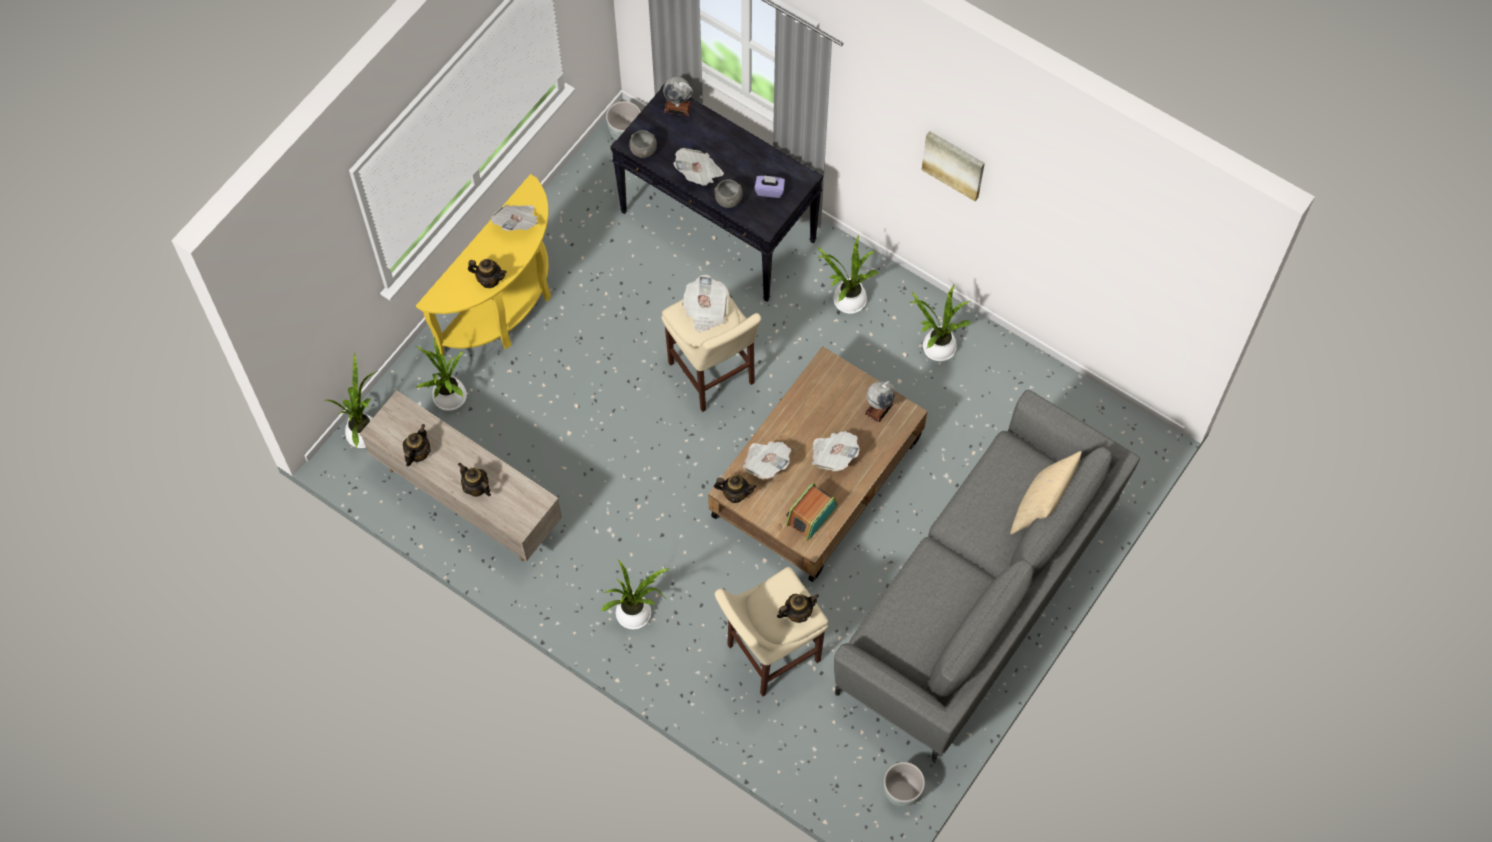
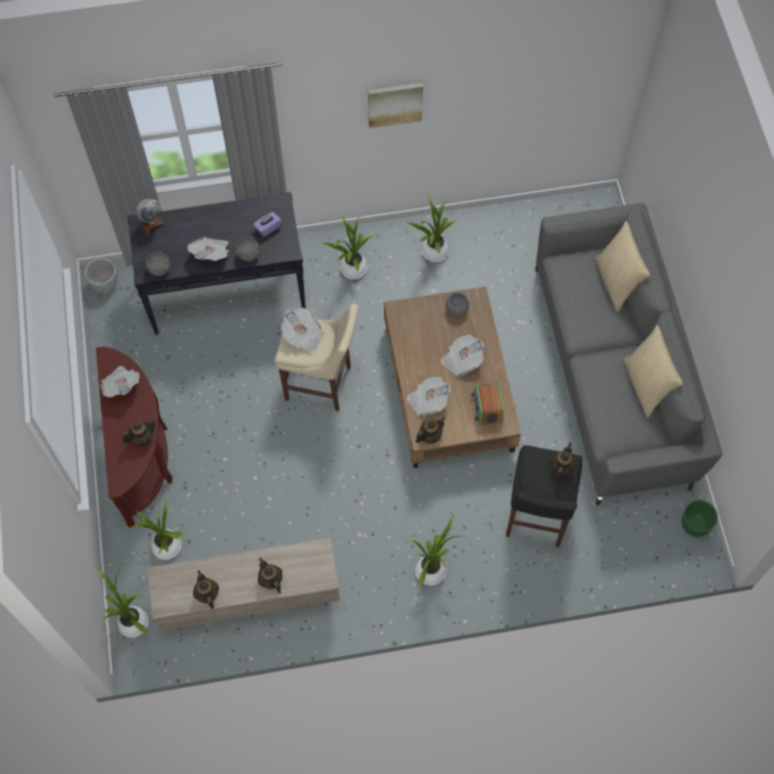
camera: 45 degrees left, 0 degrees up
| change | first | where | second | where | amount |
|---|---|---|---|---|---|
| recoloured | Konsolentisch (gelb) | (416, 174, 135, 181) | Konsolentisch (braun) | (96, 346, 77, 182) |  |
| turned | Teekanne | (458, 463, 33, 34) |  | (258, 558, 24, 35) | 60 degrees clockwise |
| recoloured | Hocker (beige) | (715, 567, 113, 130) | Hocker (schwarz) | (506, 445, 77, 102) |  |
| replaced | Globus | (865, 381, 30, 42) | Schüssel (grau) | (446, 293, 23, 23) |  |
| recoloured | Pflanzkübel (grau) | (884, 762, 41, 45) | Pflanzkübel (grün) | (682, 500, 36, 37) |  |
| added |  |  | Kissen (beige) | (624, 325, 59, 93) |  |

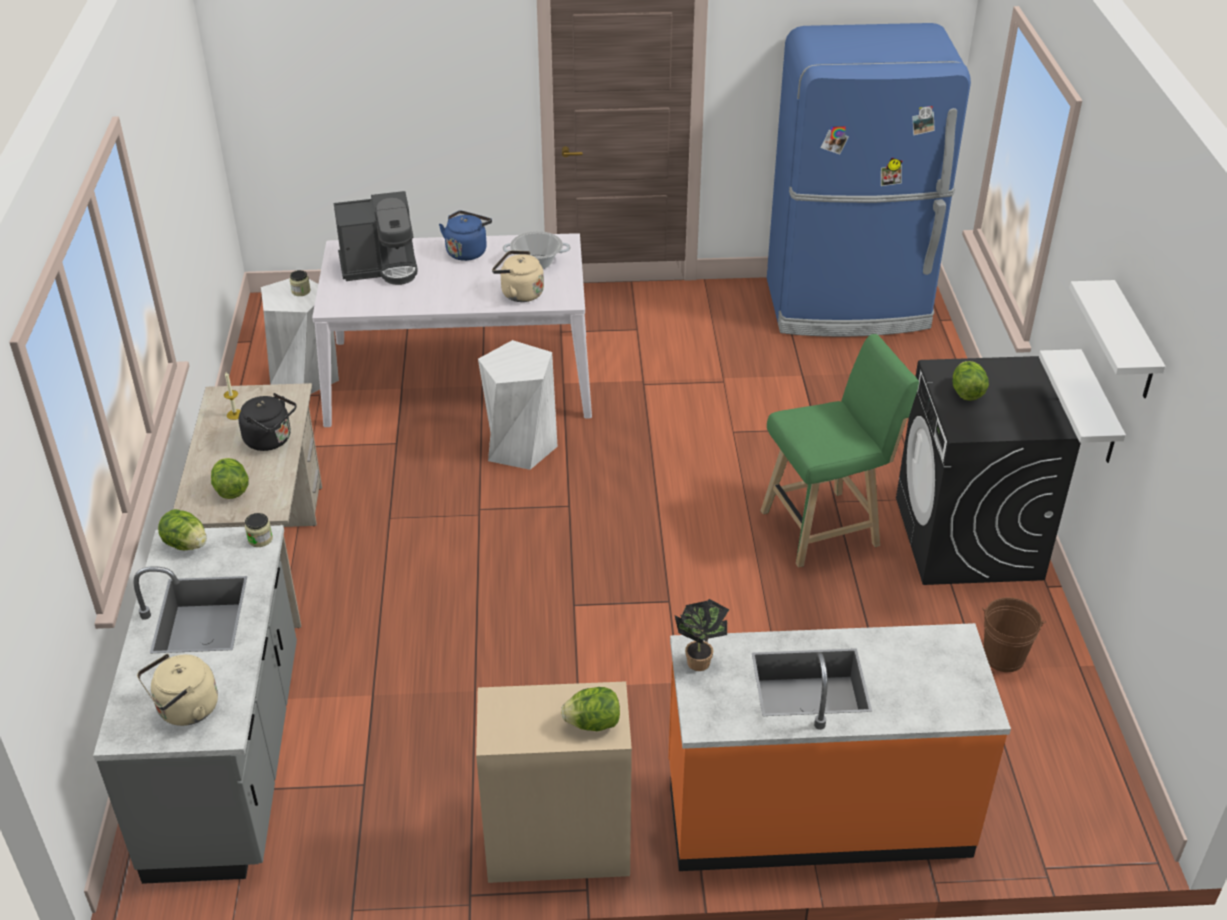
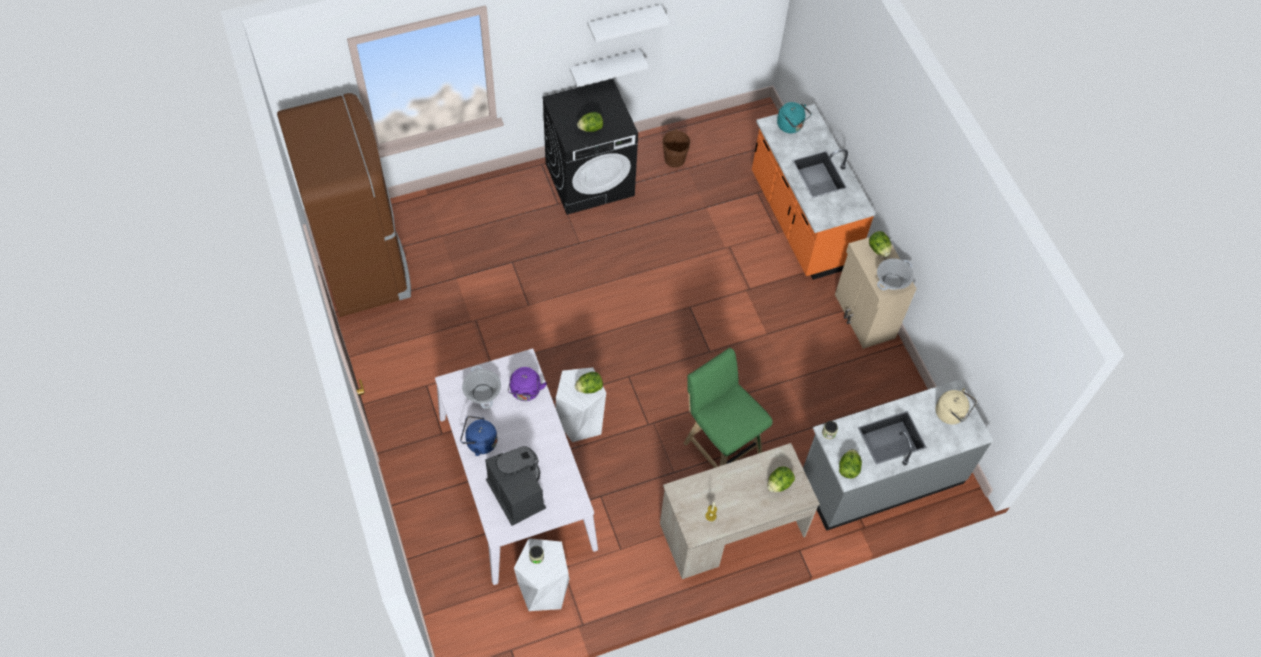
camera: 110 degrees left, 20 degrees up
| change | first | where | second | where | amount |
|---|---|---|---|---|---|
| removed | Wasserkessel (schwarz) | (238, 393, 59, 58) |  |  |  |
| recoloured | Wasserkessel (beige) | (492, 250, 52, 52) | Wasserkessel (lila) | (508, 367, 39, 34) |  |
| removed | Topfpflanze | (674, 599, 55, 72) |  |  |  |
| moved | Hocker (grün) | (761, 334, 158, 233) |  | (684, 348, 89, 120) |  |
| recoloured | Kühlschrank (blau) | (767, 23, 204, 314) | Kühlschrank (braun) | (277, 93, 134, 224) |  |
| added |  |  | Salatkopf | (575, 372, 28, 22) |  |
| added |  |  | Wasserkessel (türkis) | (777, 102, 35, 31) |  |
| added |  |  | Kochtopf | (877, 258, 37, 32) |  |

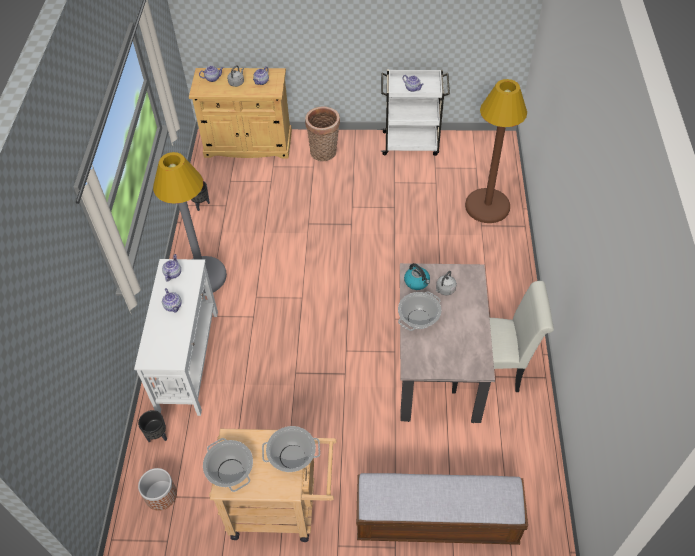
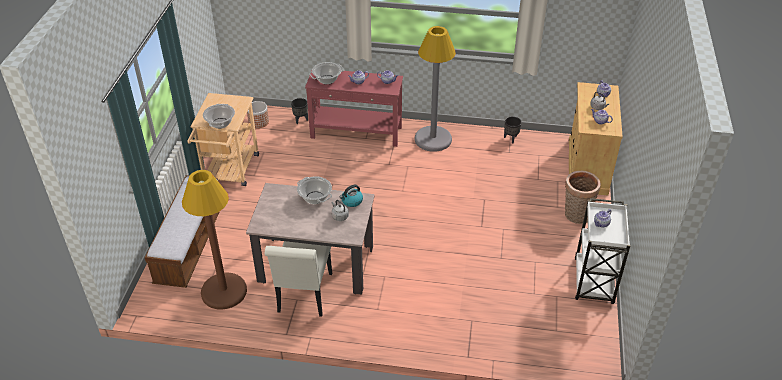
camera: 95 degrees right, 10 degrees down
| change | first | where | second | where | amount |
|---|---|---|---|---|---|
| recoloured | Konsolentisch (weiß) | (134, 259, 84, 157) | Konsolentisch (rot) | (305, 68, 98, 79) |  |
| moved | Kochtopf | (203, 438, 50, 54) |  | (309, 62, 35, 22) |  |
| moved | Stehlampe (braun) | (465, 79, 62, 144) |  | (182, 170, 65, 139) |  |

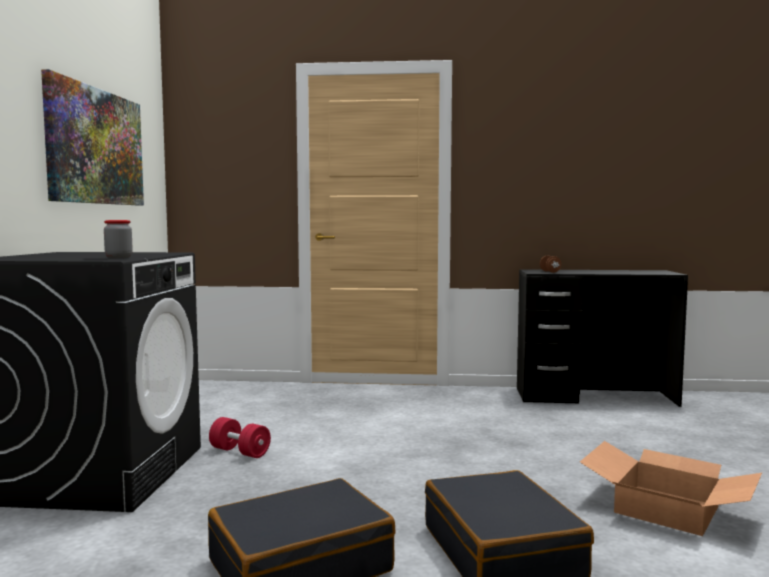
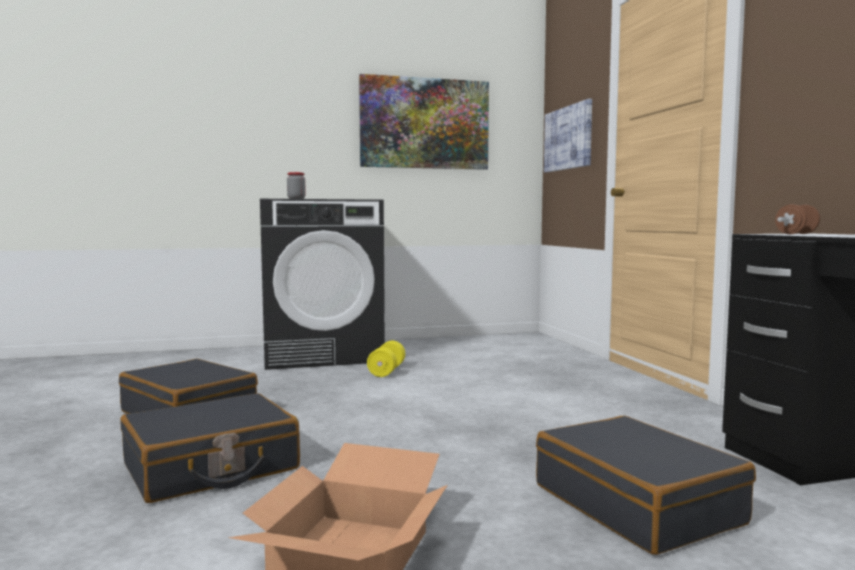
camera: 70 degrees right, 0 degrees up
| change | first | where | second | where | amount |
|---|---|---|---|---|---|
| recoloured | Hantel (rot) | (209, 417, 62, 41) | Hantel (gelb) | (367, 341, 38, 36) |  |
| added |  |  | Koffer (schwarz) | (536, 416, 220, 139) |  |
| added |  |  | Bild | (544, 99, 48, 73) |  |

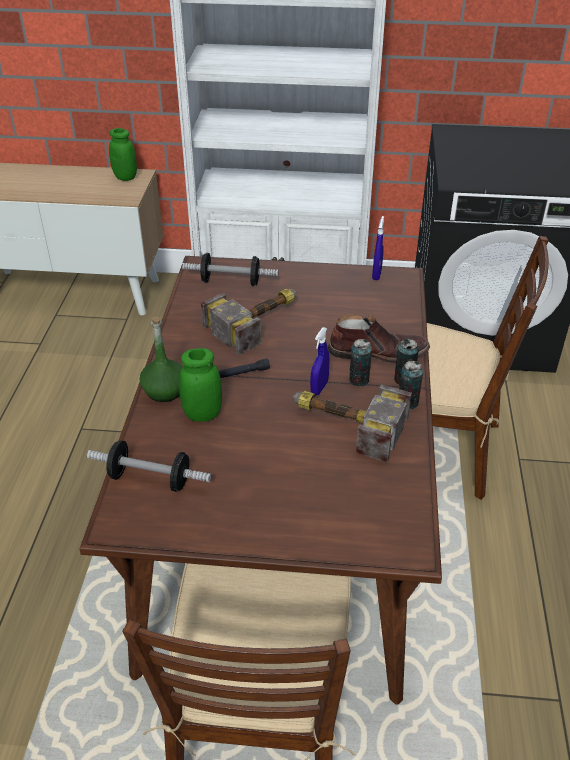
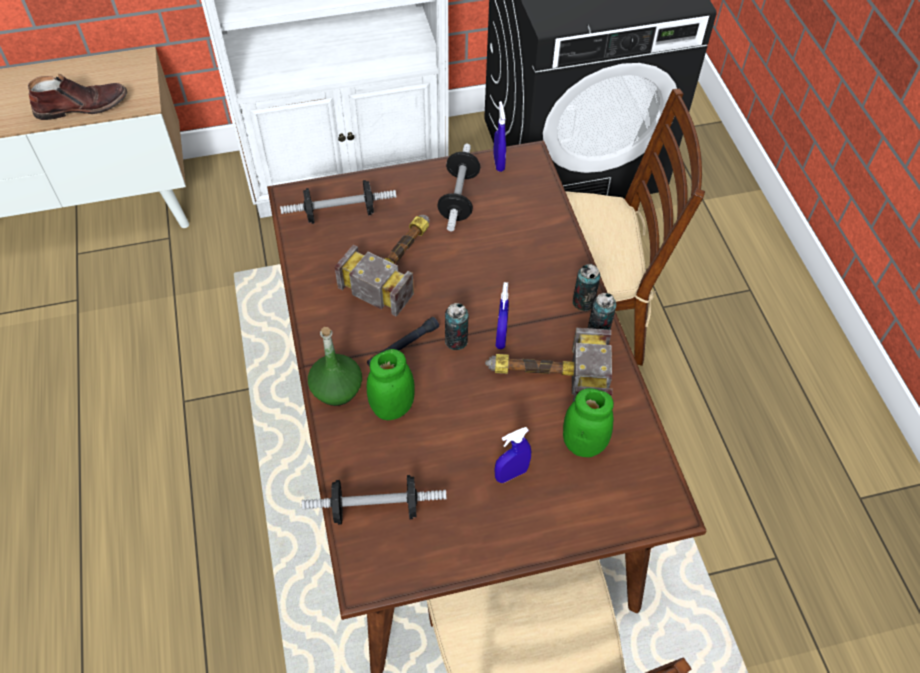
camera: 20 degrees left, 15 degrees up
| change | first | where | second | where | amount |
|---|---|---|---|---|---|
| moved | Vorratsglas (grün) | (109, 128, 28, 53) |  | (563, 388, 51, 69) |  |
| moved | Stiefel (braun) | (328, 314, 102, 49) |  | (28, 74, 99, 46) |  |
| moved | Dose | (349, 339, 23, 47) |  | (445, 303, 23, 47) |  |
| added |  |  | Hantel | (437, 144, 43, 87) |  |
| added |  |  | Sprühflasche (blau) | (494, 427, 37, 56) |  |

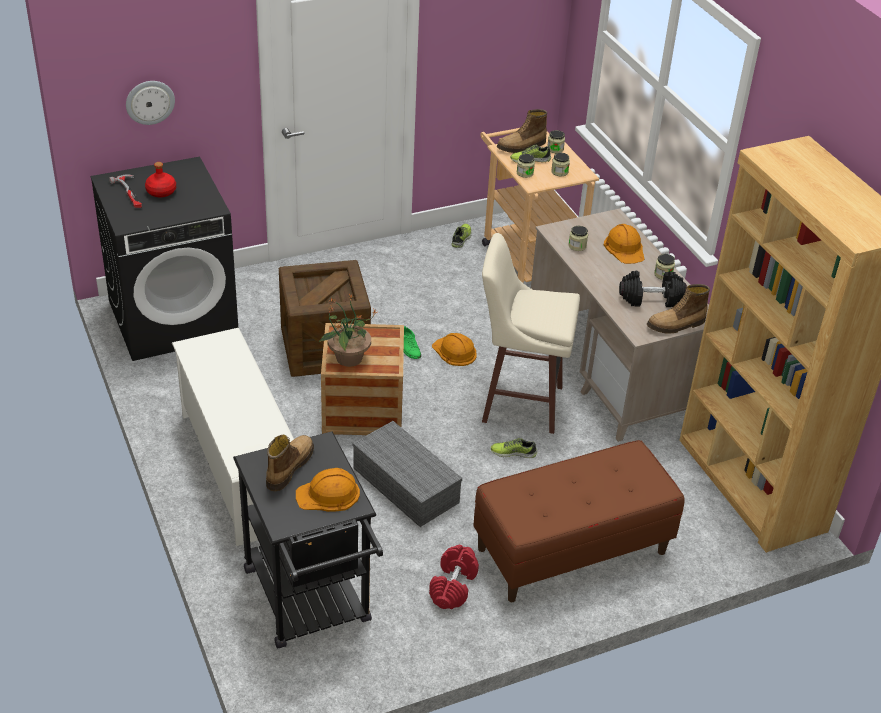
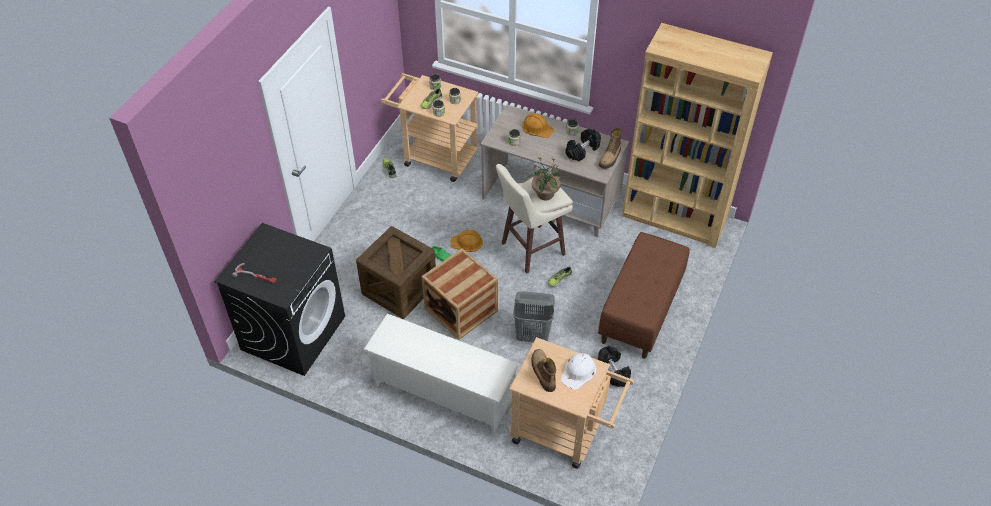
camera: 40 degrees left, 10 degrees up
| change | first | where | second | where | amount |
|---|---|---|---|---|---|
| removed | Wanduhr | (126, 81, 49, 44) |  |  |  |
| removed | Flasche (rot) | (145, 162, 31, 35) |  |  |  |
| recoloured | Rollwagen (schwarz) | (233, 431, 150, 218) | Rollwagen (beige) | (509, 337, 125, 132) |  |
| recoloured | Schutzhelm (orange) | (296, 468, 64, 44) | Schutzhelm (weiß) | (561, 353, 35, 37) |  |
| moved | Topfpflanze | (319, 294, 58, 73) |  | (528, 156, 32, 44) |  |
| replaced | Aufbewahrungsbox (grau) | (352, 421, 110, 106) | Wäschekorb (grau) | (513, 291, 42, 51) |  |
| recoloured | Hantel (rot) | (429, 545, 50, 64) | Hantel (schwarz) | (598, 346, 33, 41) |  |
| removed | Stiefel | (497, 109, 50, 44) |  |  |  |

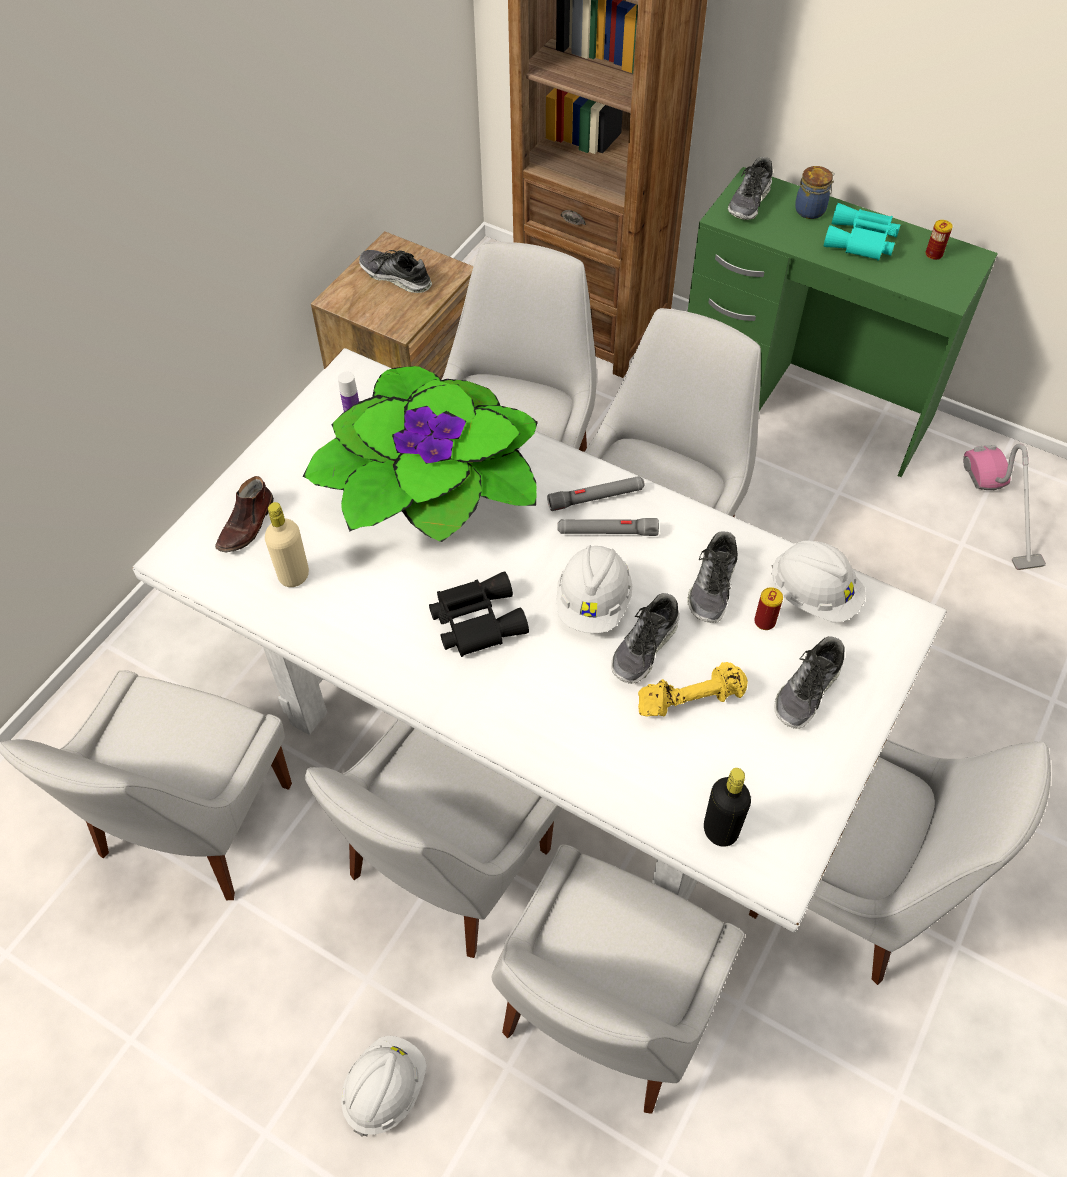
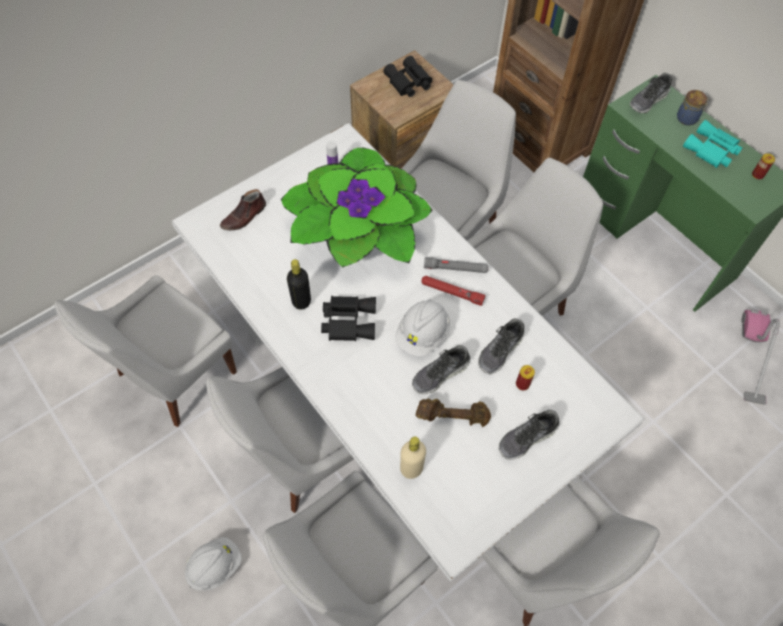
camera: 20 degrees right, 5 degrees up
| change | first | where | second | where | amount |
|---|---|---|---|---|---|
| moved | Flasche (beige) | (265, 502, 44, 85) |  | (400, 437, 26, 42) |  |
| replaced | Schuh | (359, 250, 73, 43) | Fernglas (schwarz) | (383, 56, 49, 41) |  |
| recoloured | Taschenlampe (grau) | (557, 518, 102, 18) | Taschenlampe (rot) | (421, 276, 64, 30) |  |
| recoloured | Hantel (gelb) | (638, 662, 110, 55) | Hantel (braun) | (415, 399, 76, 28) |  |
| moved | Flasche (schwarz) | (704, 768, 47, 79) |  | (287, 259, 24, 50) |  |
| removed | Schutzhelm (weiß) | (772, 540, 94, 82) |  |  |  |

